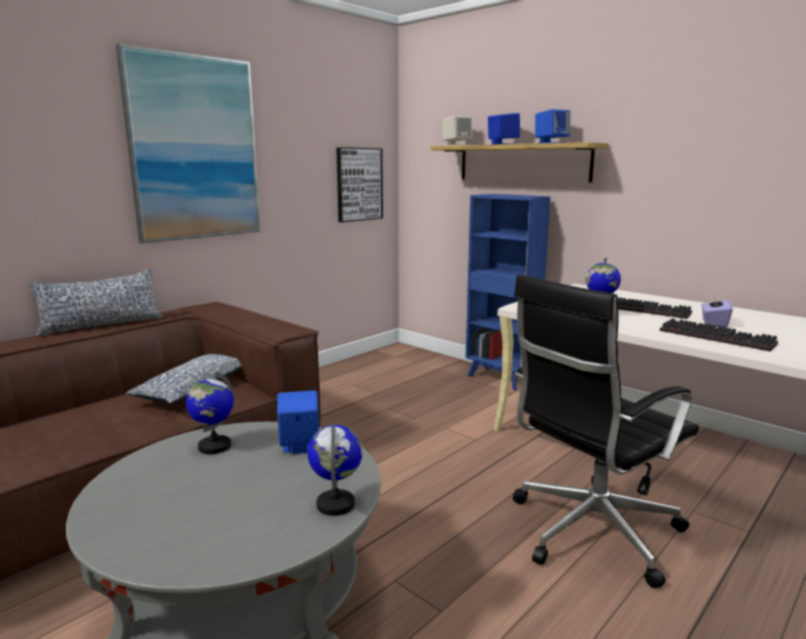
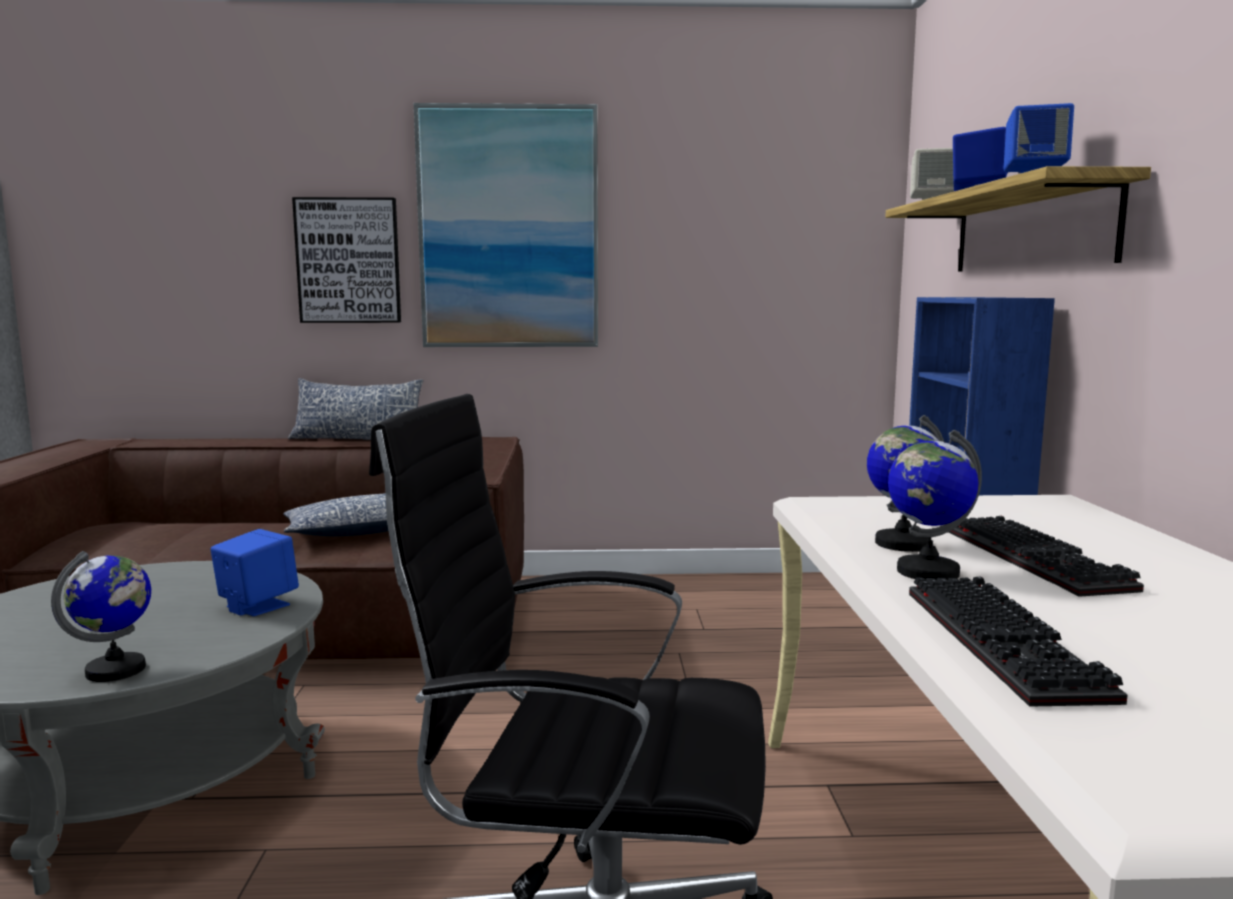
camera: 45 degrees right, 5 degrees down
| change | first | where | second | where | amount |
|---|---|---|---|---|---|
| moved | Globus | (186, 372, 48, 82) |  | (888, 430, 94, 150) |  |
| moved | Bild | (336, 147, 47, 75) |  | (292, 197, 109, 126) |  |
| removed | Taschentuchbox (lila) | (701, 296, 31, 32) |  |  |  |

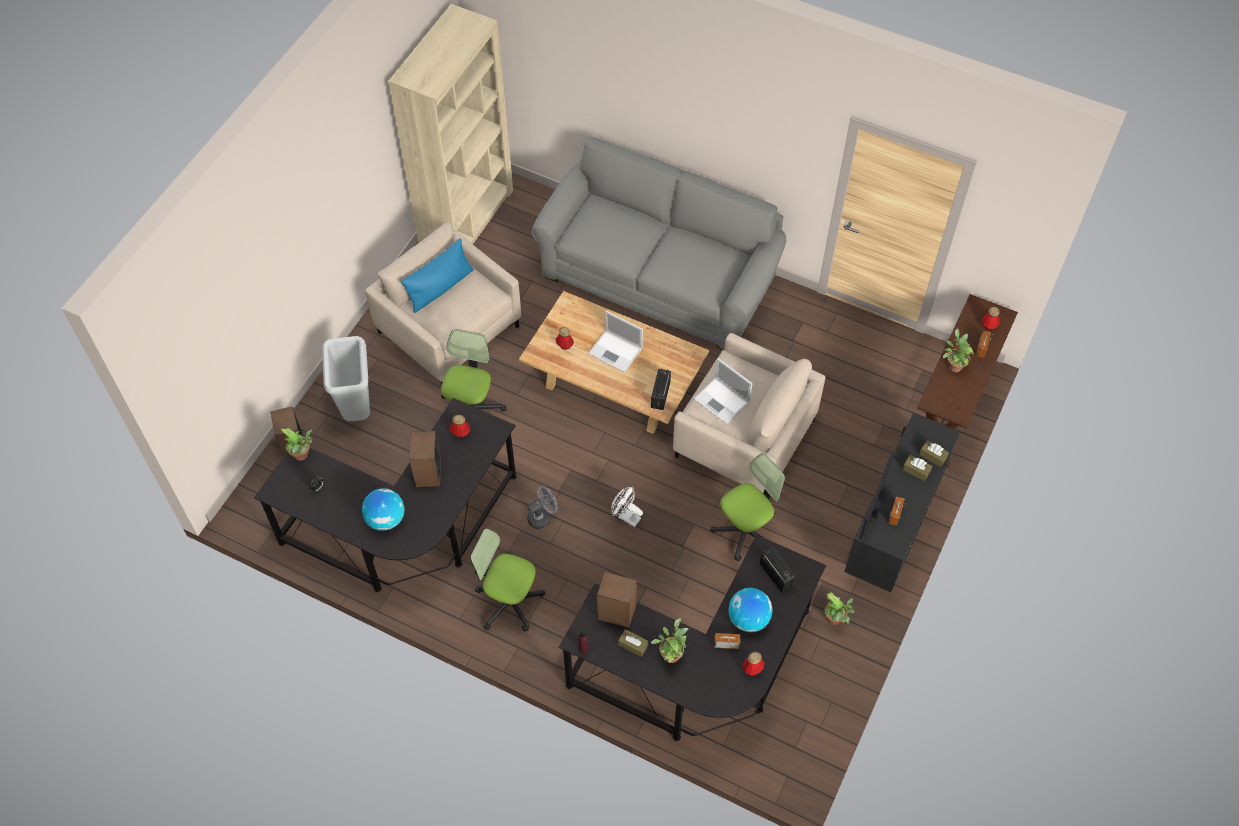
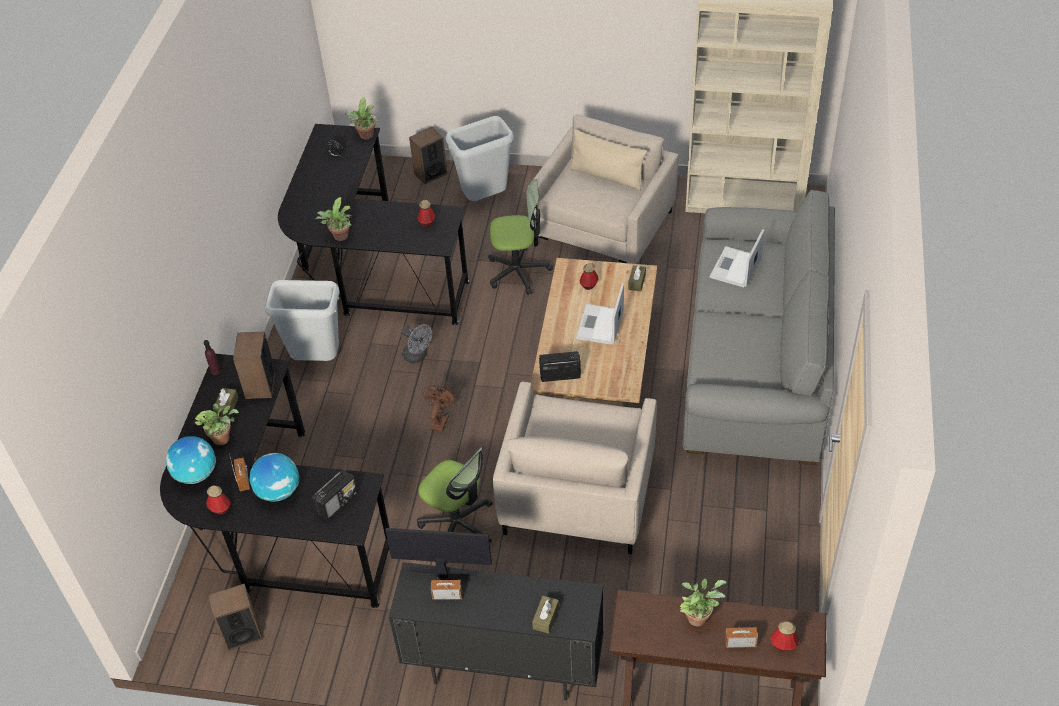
camera: 75 degrees right, 10 degrees down
| change | first | where | second | where | amount |
|---|---|---|---|---|---|
| moved | Globus | (362, 488, 43, 43) |  | (166, 436, 50, 48) |  |
| recoloured | Kissen (blau) | (401, 238, 72, 75) | Kissen (beige) | (569, 129, 78, 62) |  |
| moved | Lautsprecher | (409, 431, 32, 56) |  | (208, 584, 55, 67) |  |
| replaced | Bürostuhl | (470, 528, 75, 103) | Mülleimer (grau) | (265, 280, 74, 81) |  |
| recoloured | Ventilator (weiß) | (611, 487, 32, 40) | Ventilator (braun) | (422, 385, 36, 47) |  |
| moved | Laptop | (693, 358, 60, 66) |  | (710, 229, 55, 58) |  |
| moved | Topfpflanze | (824, 592, 30, 33) |  | (316, 197, 35, 44) |  |
| moved | Taschentuchbox (braun) | (902, 455, 30, 26) |  | (628, 265, 18, 26) |  |

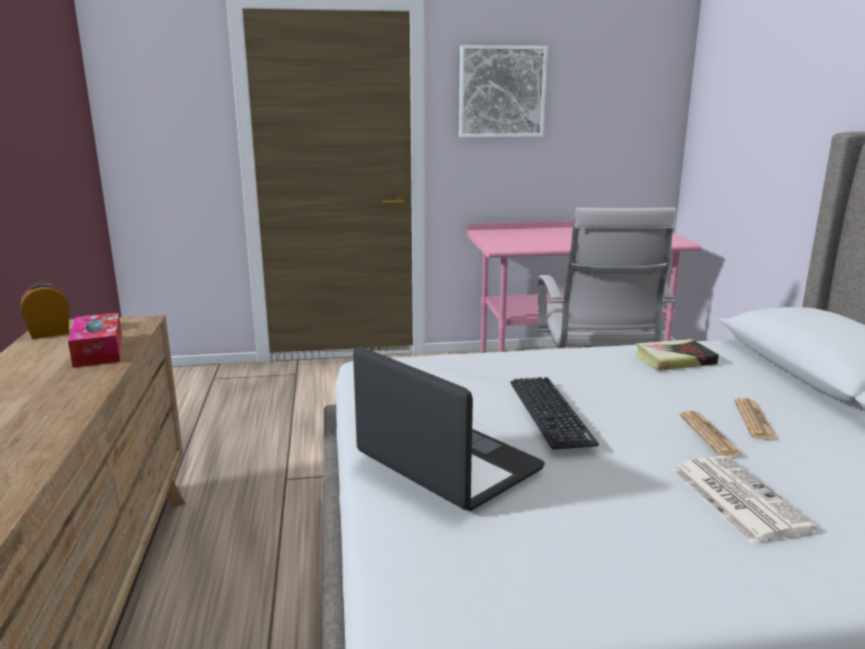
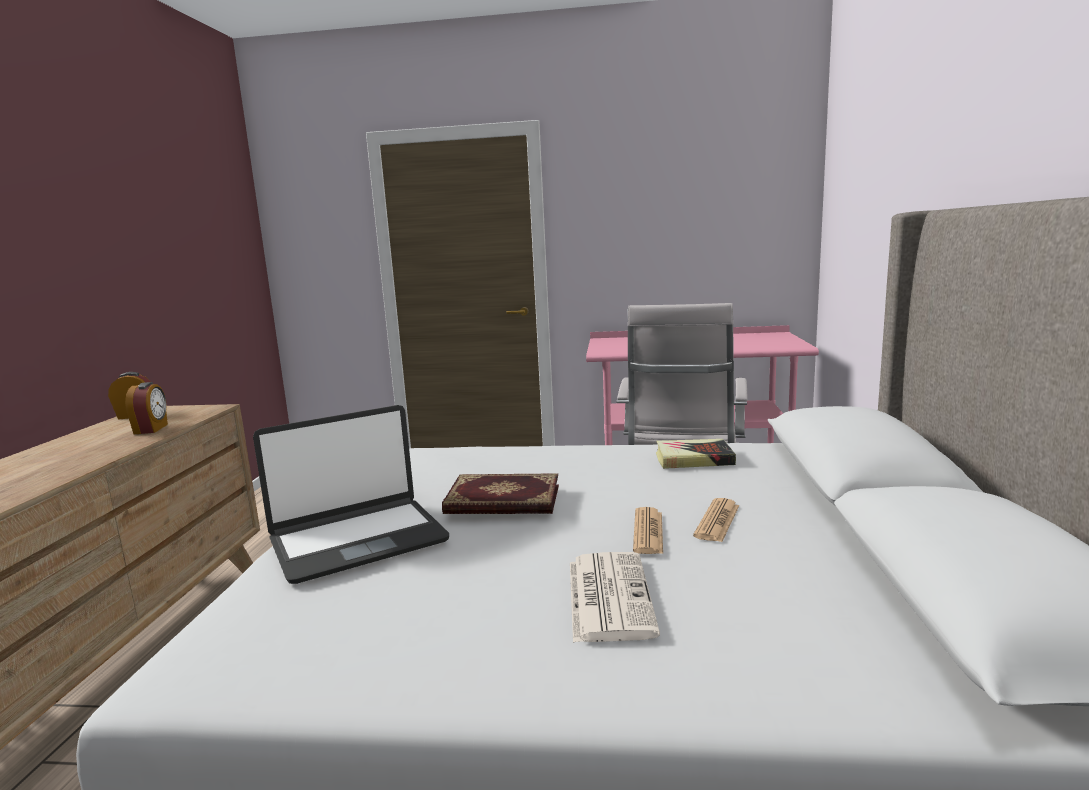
camera: 15 degrees right, 5 degrees down
| change | first | where | second | where | amount |
|---|---|---|---|---|---|
| replaced | Taschentuchbox | (68, 312, 54, 56) | Wecker | (125, 382, 43, 52) |  |
| turned | Laptop | (353, 346, 192, 165) |  | (253, 405, 196, 179) | 90 degrees clockwise |
| removed | Bild | (459, 45, 89, 93) |  |  |  |
| replaced | Tastatur | (511, 377, 88, 73) | Buch | (442, 473, 117, 41) |  |

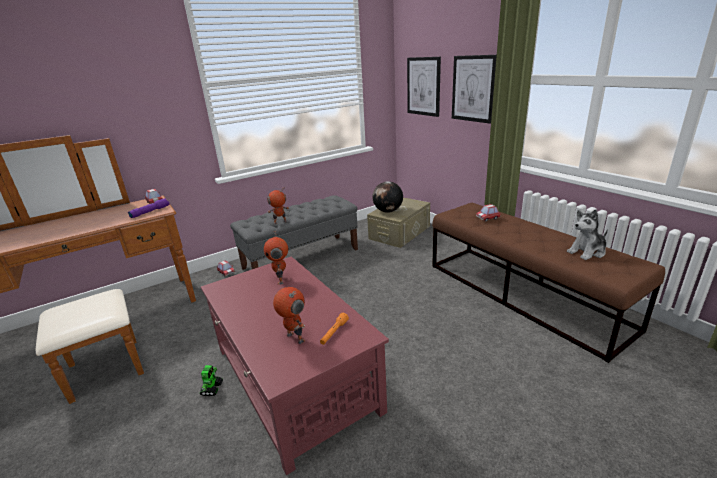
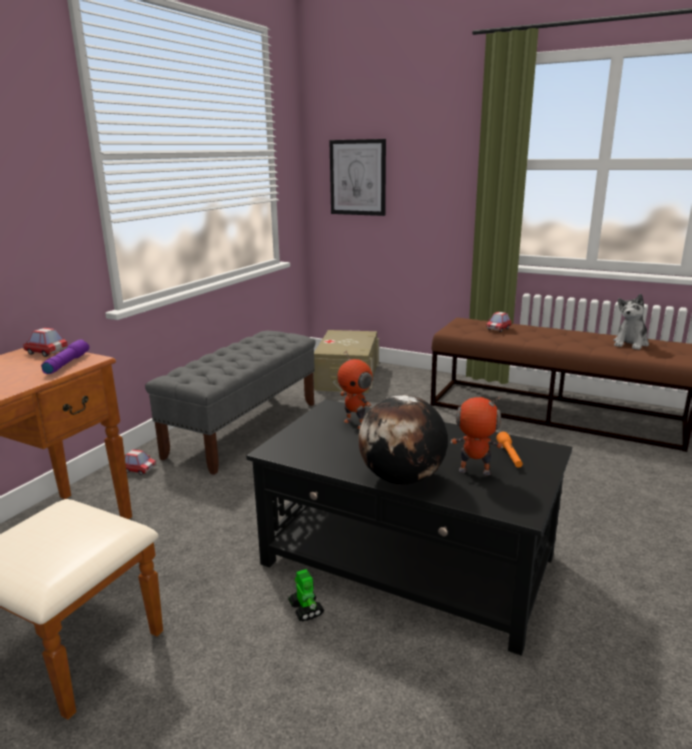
camera: 30 degrees left, 5 degrees down
| change | first | where | second | where | amount |
|---|---|---|---|---|---|
| recoloured | Couchtisch (rot) | (201, 256, 188, 219) | Couchtisch (schwarz) | (246, 399, 326, 257) |  |
| removed | Spielzeugroboter | (267, 187, 22, 37) |  |  |  |
| moved | Globus | (372, 181, 31, 32) |  | (358, 395, 90, 90) |  |
| removed | Bild | (452, 55, 45, 69) |  |  |  |

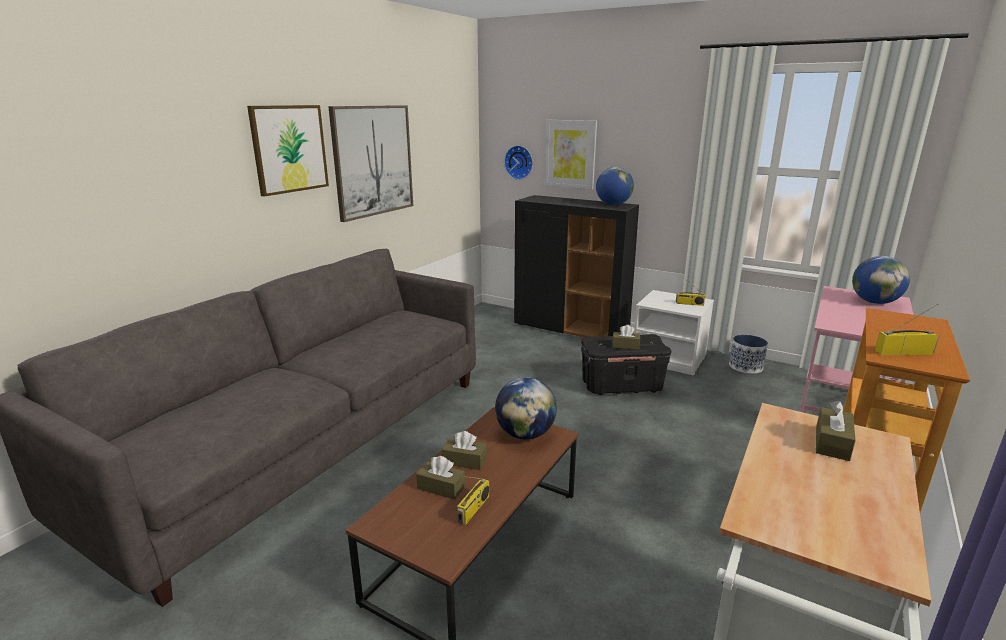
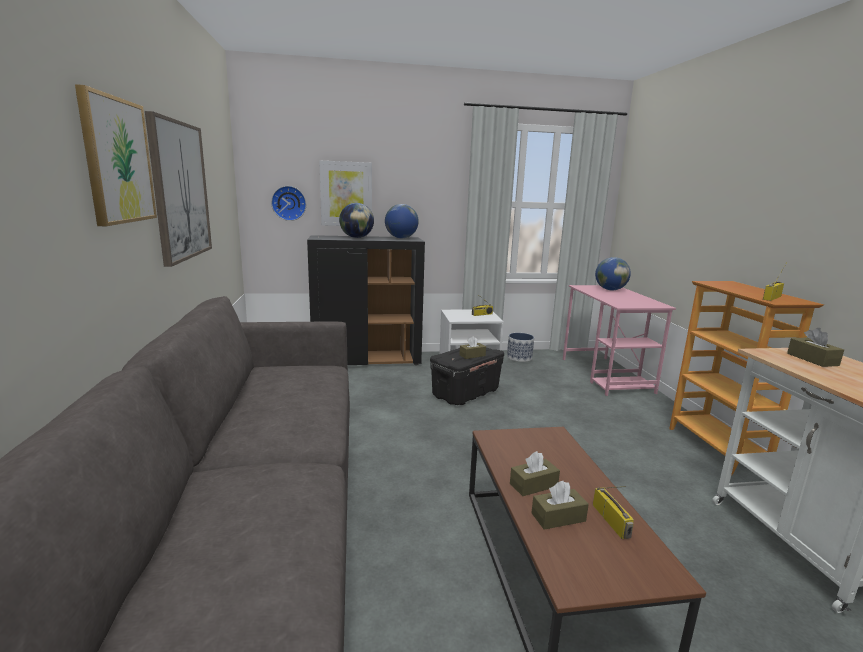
camera: 40 degrees left, 5 degrees down
| change | first | where | second | where | amount |
|---|---|---|---|---|---|
| moved | Globus | (495, 377, 62, 63) |  | (339, 203, 35, 35) |  |

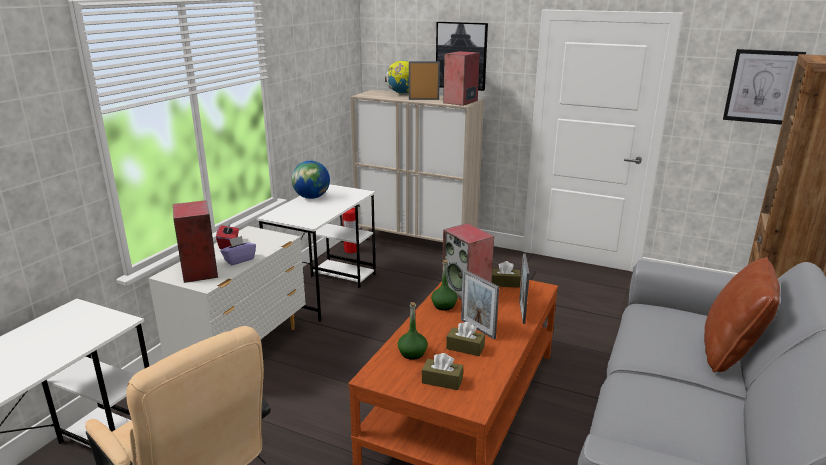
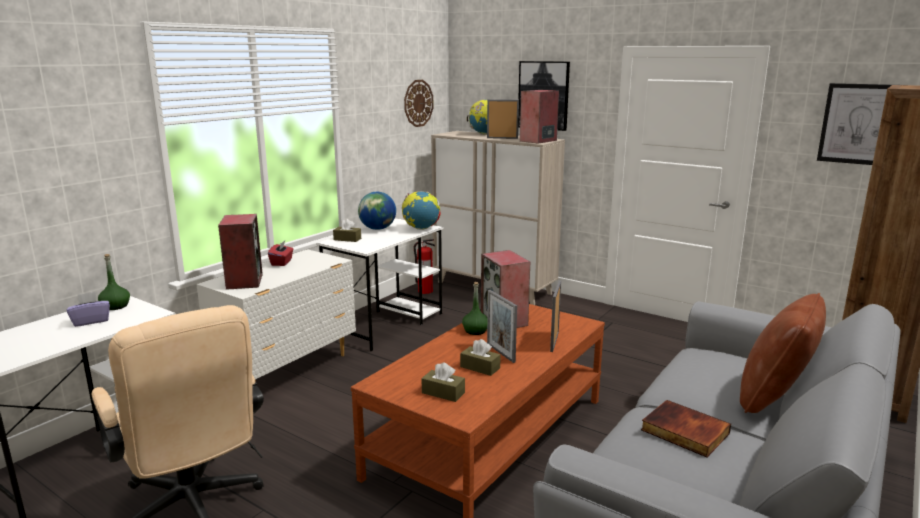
camera: 10 degrees right, 5 degrees down
| change | first | where | second | where | amount |
|---|---|---|---|---|---|
| moved | Taschentuchbox (lila) | (220, 236, 36, 29) |  | (67, 292, 43, 35) |  |
| moved | Flasche (grün) | (398, 302, 30, 58) |  | (98, 254, 32, 56) |  |
| moved | Taschentuchbox (braun) | (492, 261, 29, 27) |  | (333, 219, 28, 23) |  |
| added |  |  | Globus | (401, 191, 40, 39) |  |
| added |  |  | Wanduhr | (404, 80, 29, 47) |  |
| added |  |  | Buch | (641, 400, 90, 57) |  |

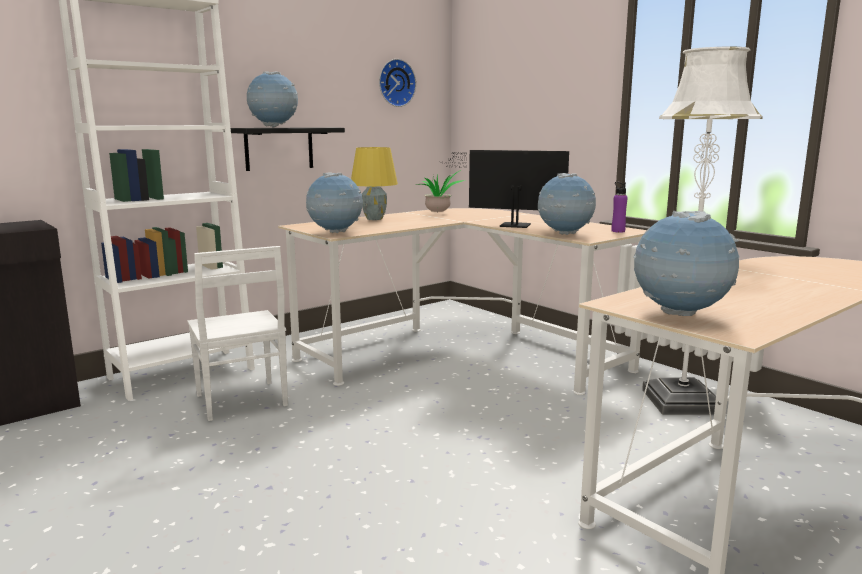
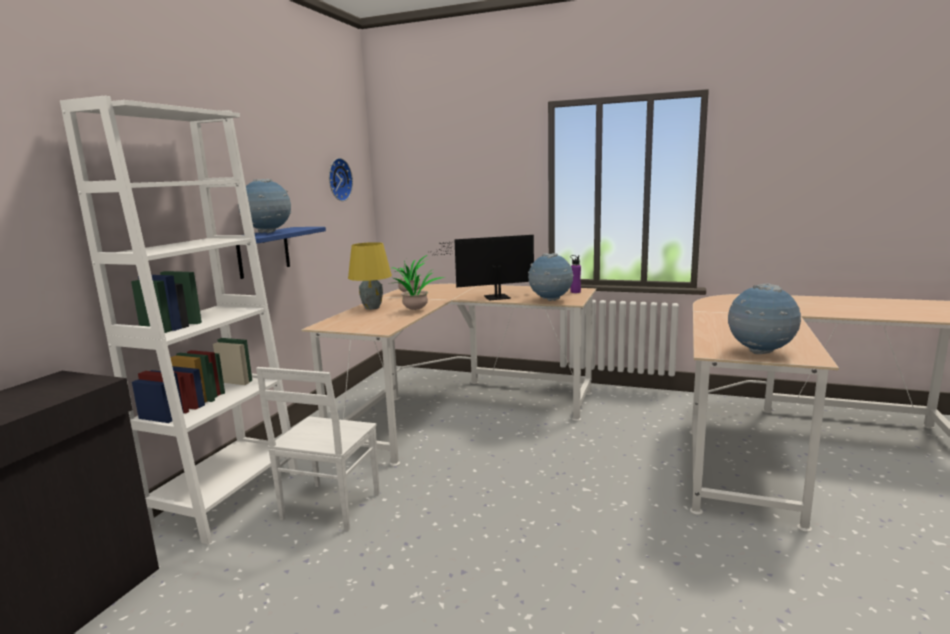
camera: 30 degrees left, 0 degrees up
| change | first | where | second | where | amount |
|---|---|---|---|---|---|
| turned | Stuhl (weiß) | (188, 246, 100, 175) |  | (256, 367, 124, 164) | 75 degrees clockwise |
| recoloured | Wandregal (schwarz) | (231, 127, 114, 44) | Wandregal (blau) | (236, 227, 90, 52) |  |
| removed | Globus | (306, 172, 57, 61) |  |  |  |
| removed | Stehlampe (weiß) | (642, 46, 121, 369) |  |  |  |
| added |  |  | Topfpflanze | (388, 269, 56, 42) |  |

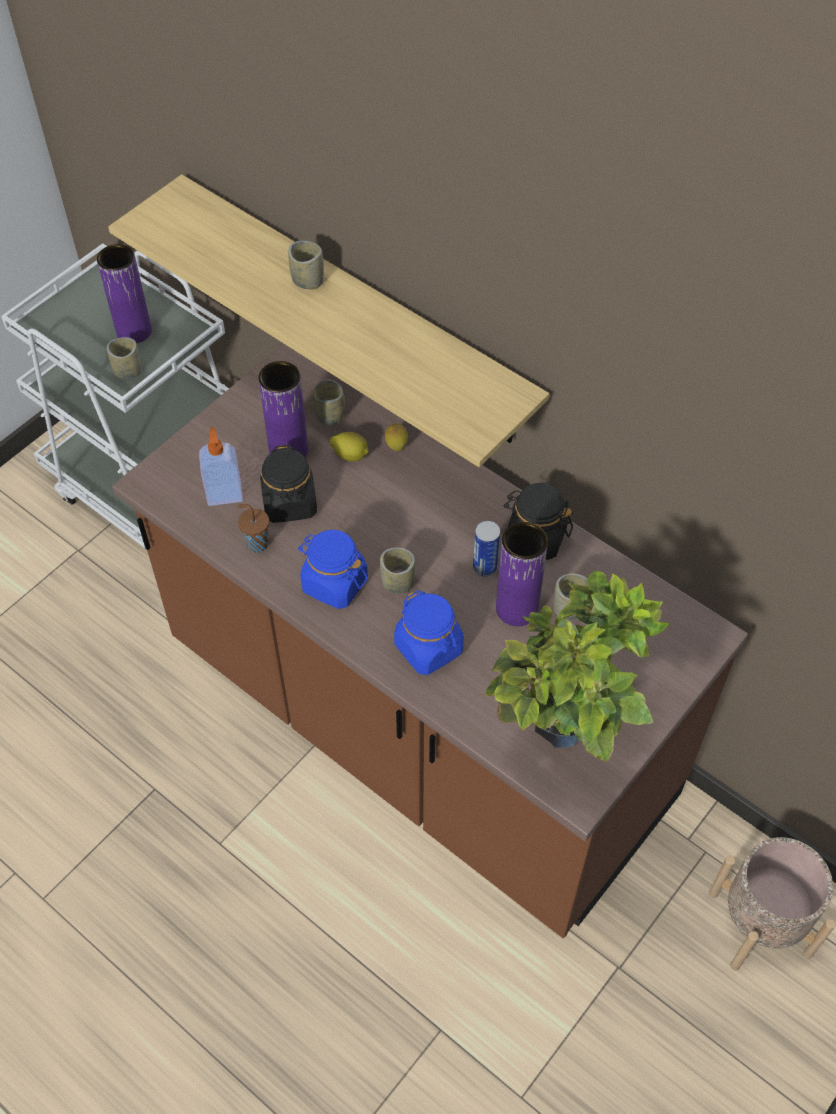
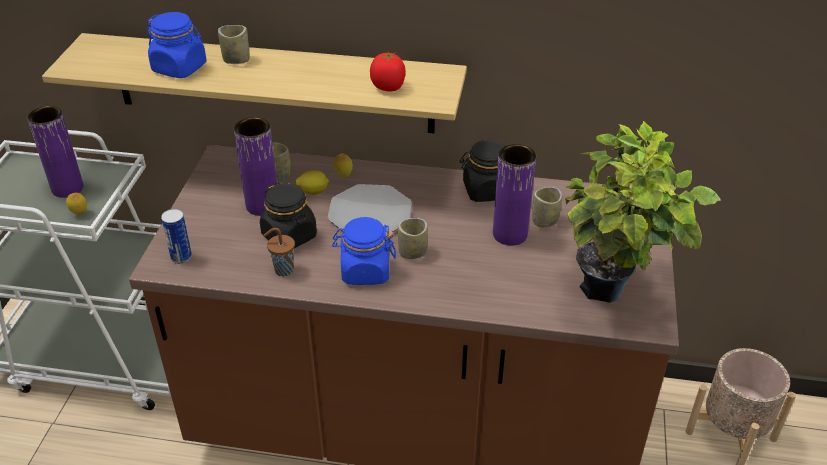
camera: 30 degrees left, 15 degrees down
| change | first | where | second | where | amount |
|---|---|---|---|---|---|
| replaced | Tasse | (106, 337, 36, 42) | Zitrone | (66, 193, 21, 22) |  |
| removed | Seifenspender | (199, 427, 44, 79) |  |  |  |
| moved | Vorratsglas (blau) | (394, 590, 70, 85) |  | (147, 12, 60, 66) |  |
| moved | Dose | (473, 521, 27, 56) |  | (161, 209, 31, 55) |  |
| added |  |  | Teller | (328, 184, 84, 48) |  |
| added |  |  | Tomate | (370, 53, 36, 39) |  |

